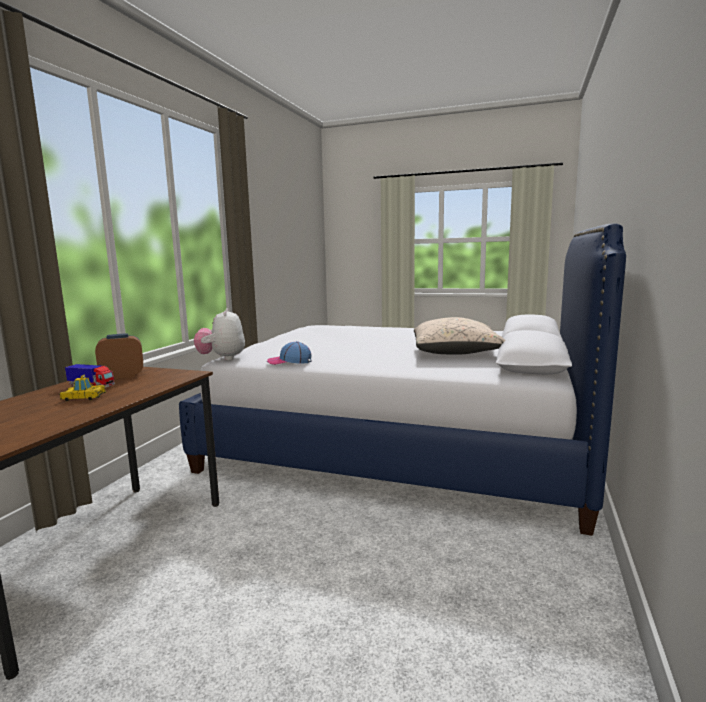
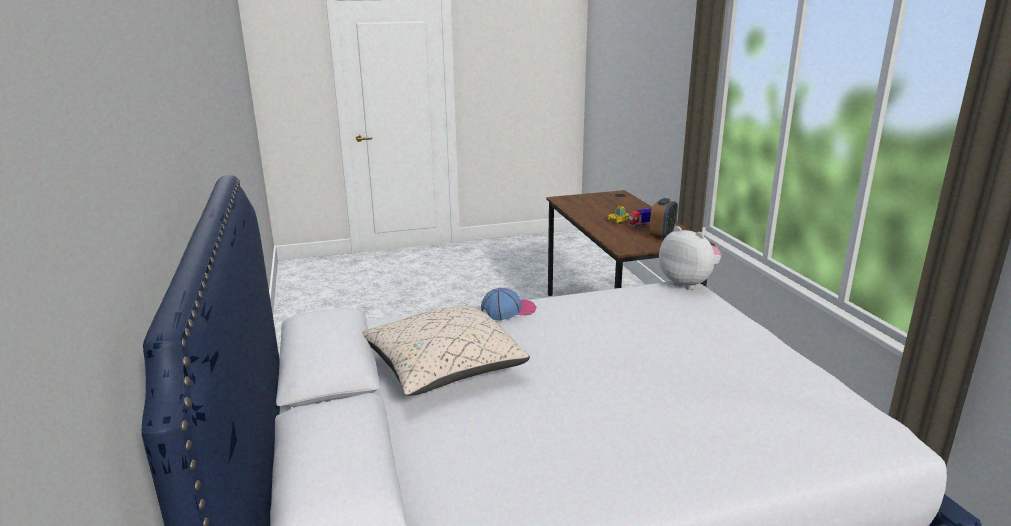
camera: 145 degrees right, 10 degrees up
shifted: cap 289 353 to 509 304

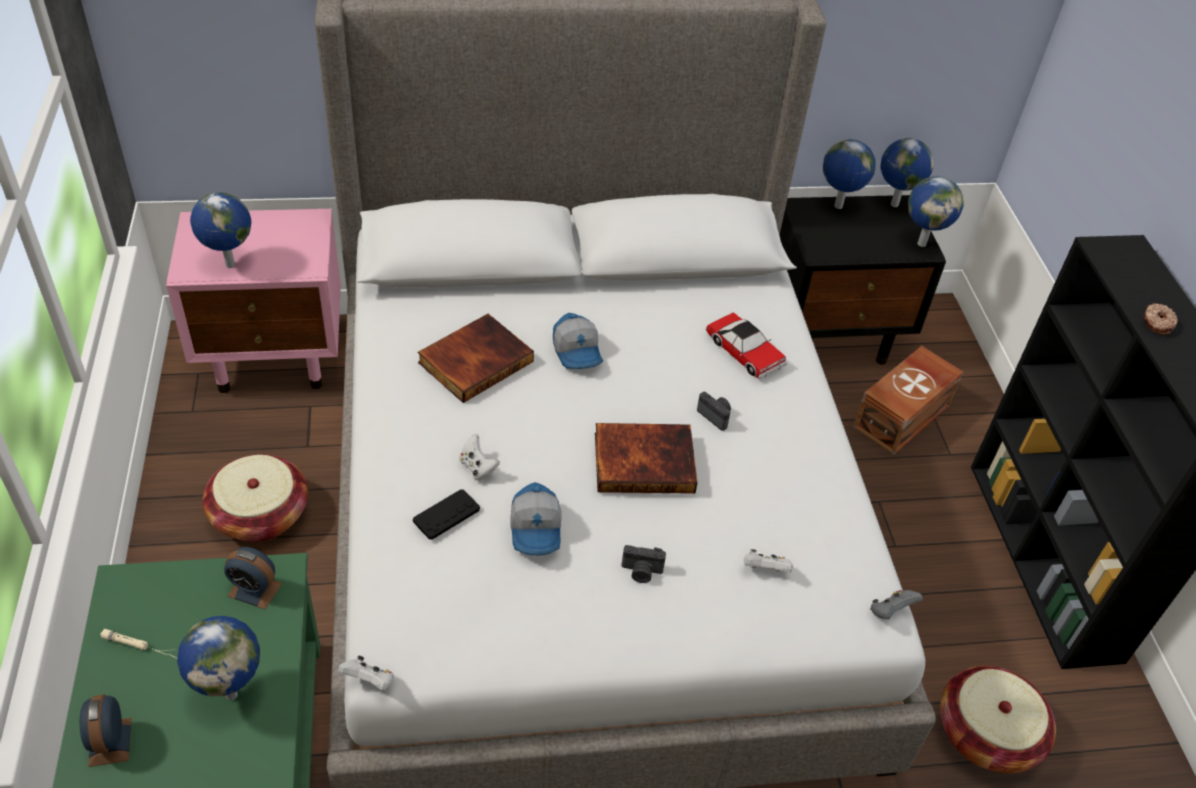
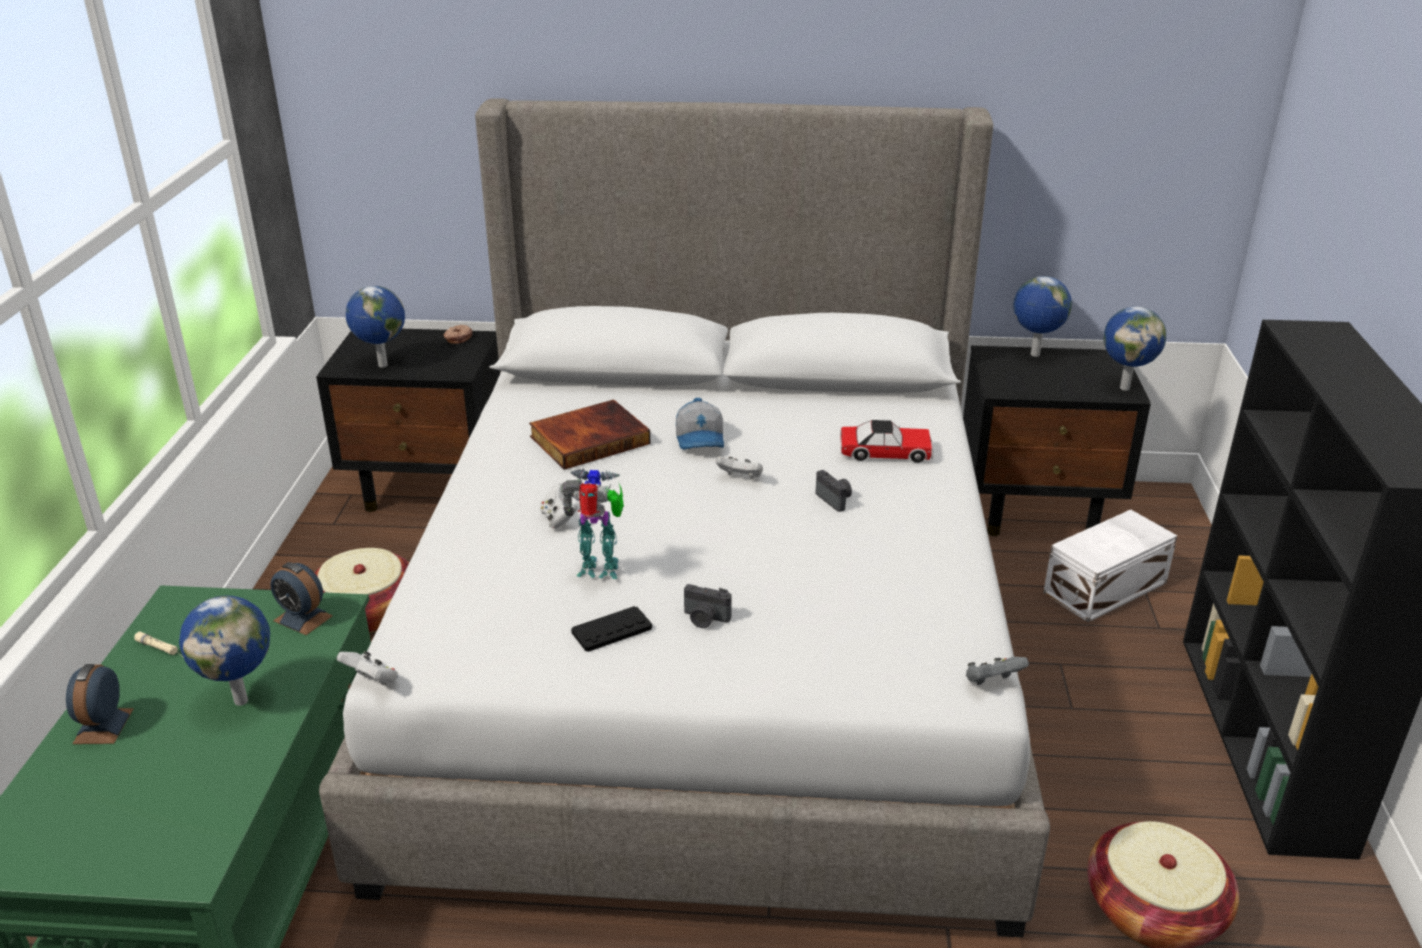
camera: 15 degrees right, 15 degrees down
gone: globe 907 172; book 646 458
shifted: donut 1160 319 to 458 334; black game controller 446 514 to 611 629; white game controller 768 560 to 739 467
swapped: cap 536 518 to toy robot 592 523
repainted: pink nightstand 253 301 to black nightstand 408 420; brown storage box 908 400 to white storage box 1110 566
rotated: toy car 746 346 = 887 441 60 degrees counterclockwise

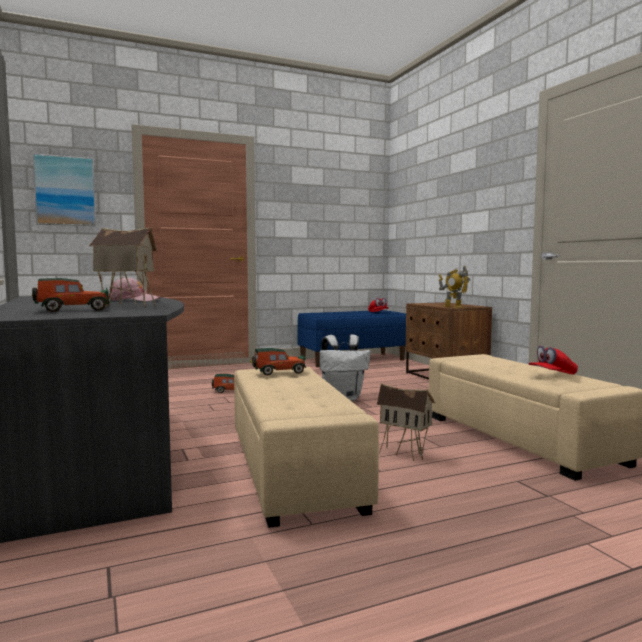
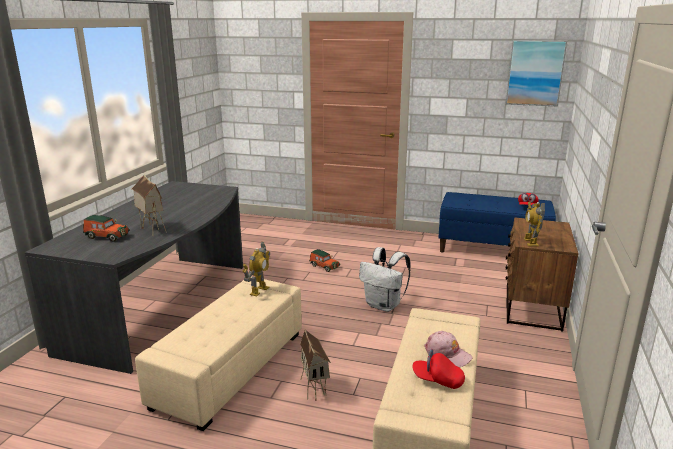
camera: 40 degrees right, 15 degrees up
shifted: picture 64 189 to 536 73; pink cap 134 289 to 448 349
swapped: toy car 278 361 to toy robot 256 269

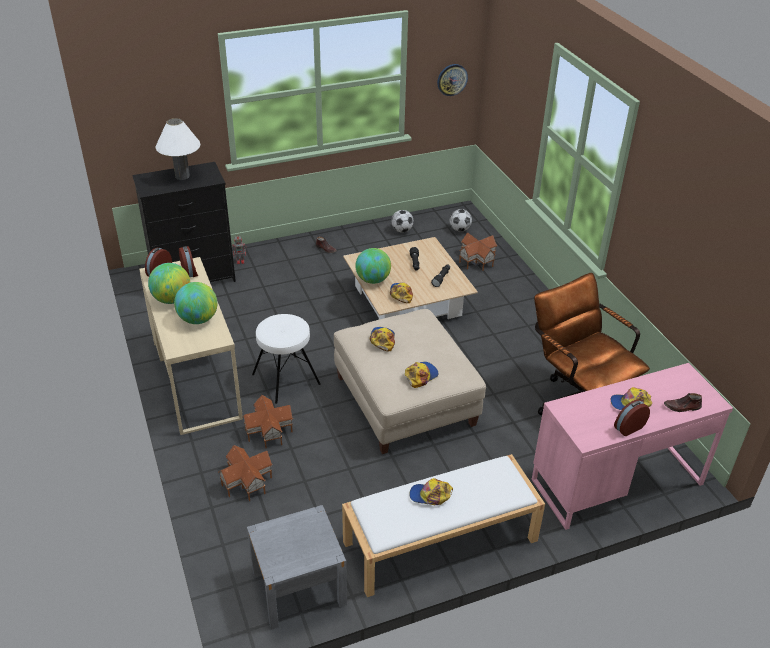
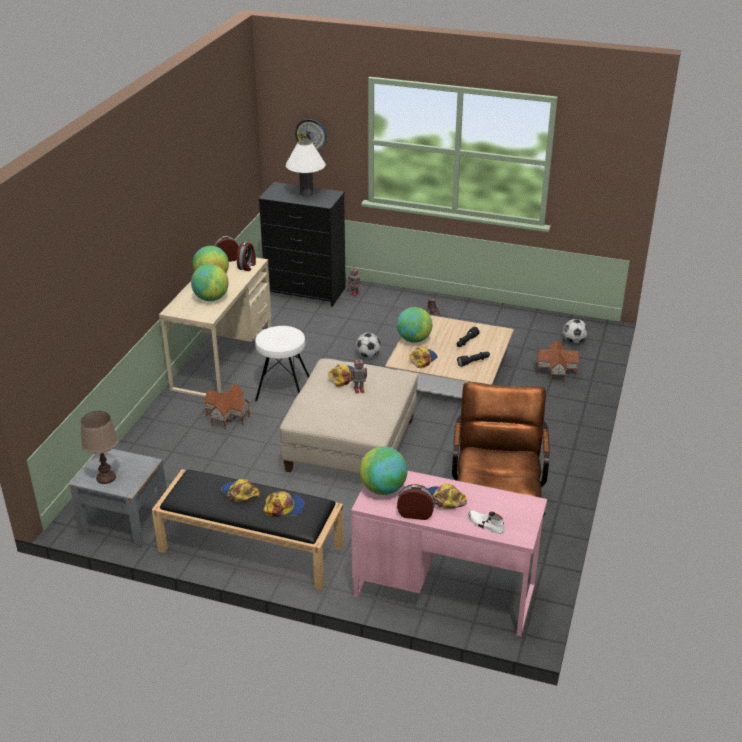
camera: 40 degrees right, 5 degrees down
gone: toy house 245 473
new: toy robot 358 375; brown table lamp 99 447; globe 383 471
shifted: wall clock 452 80 to 310 134; football 402 221 to 368 345; cap 422 375 to 283 504
repainted: brown shoe 683 402 to white shoe 486 522; white bench 443 525 to black bench 248 529

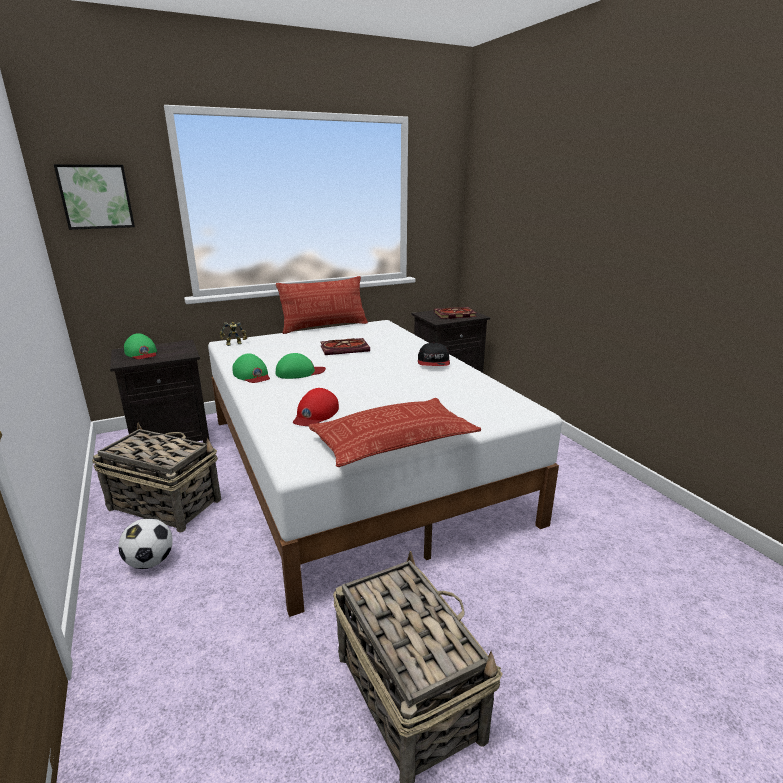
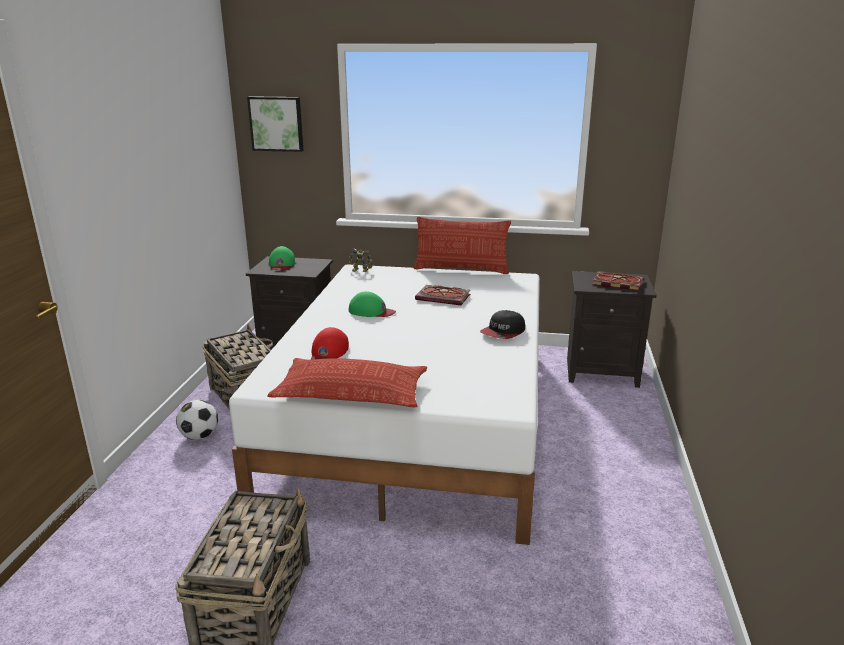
camera: 35 degrees right, 0 degrees up
gone: green cap 251 368
rotated: red cap 316 407 = 330 343 45 degrees counterclockwise

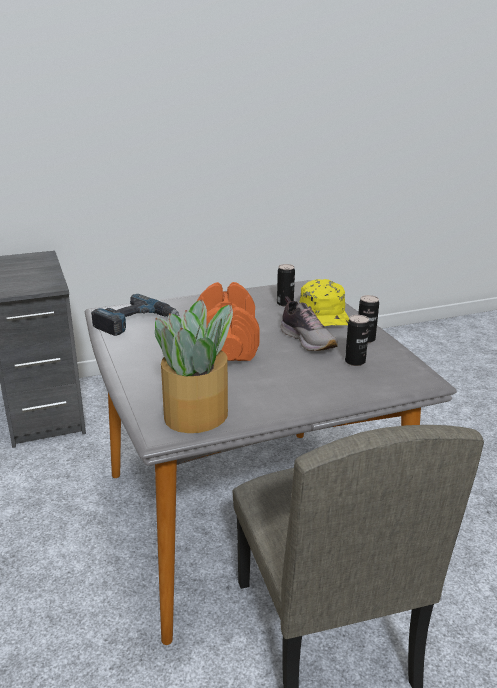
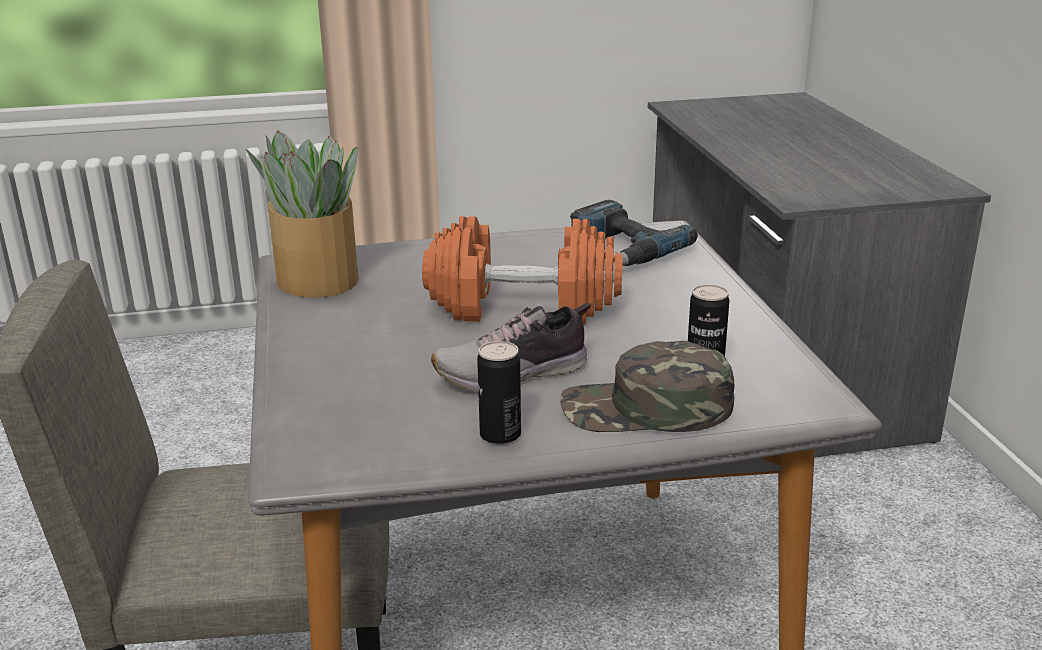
camera: 100 degrees right, 0 degrees up
gone: can 357 340
repainted: yellow cap 324 302 to green cap 647 386

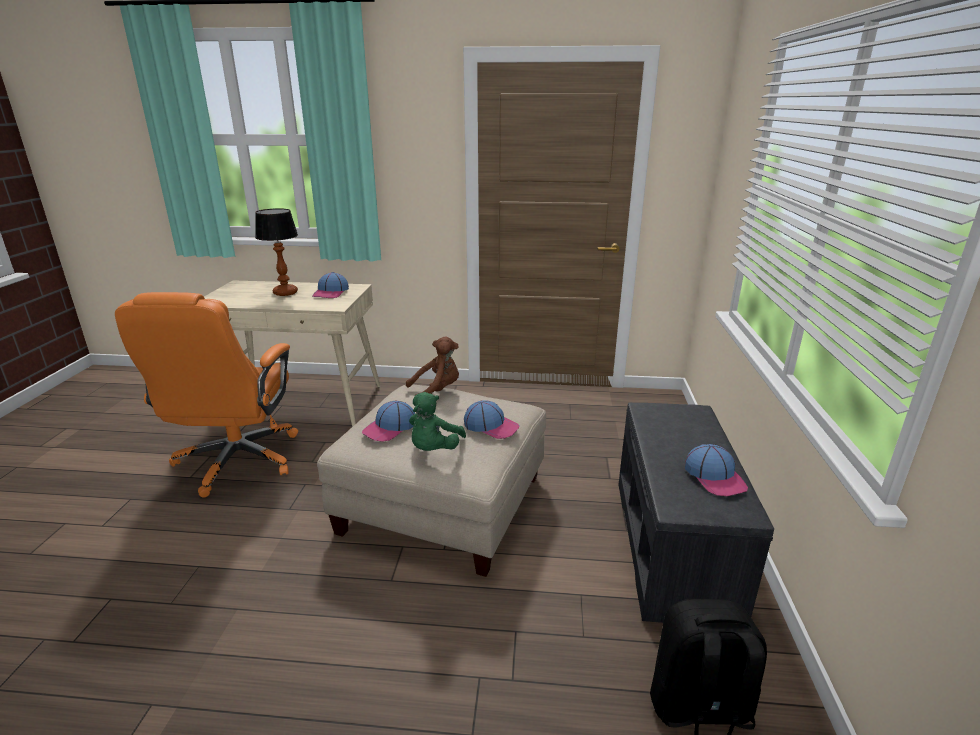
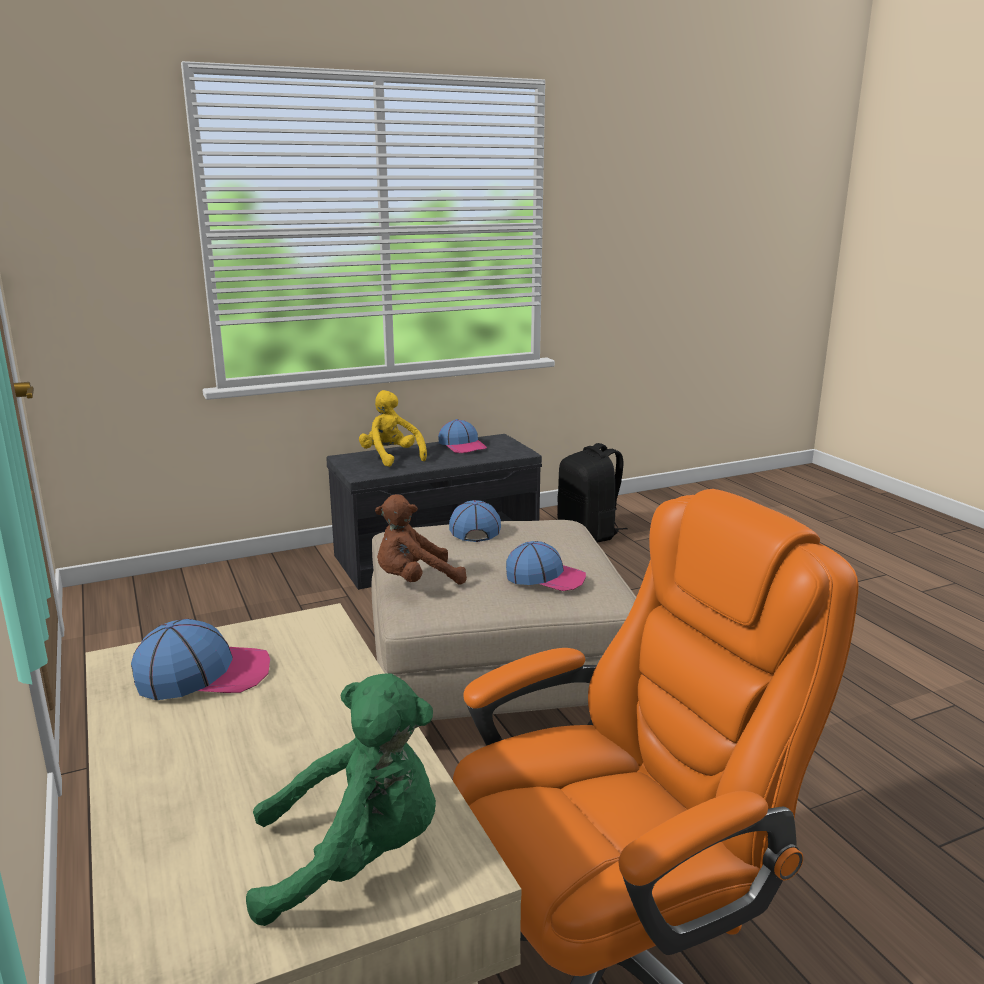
camera: 120 degrees left, 5 degrees down
gone: table lamp 276 252
new: yellow plush toy 393 428
shifted: green plush toy 437 421 to 341 800
rotated: brown plush toy 432 365 = 421 539 60 degrees counterclockwise; cap 716 470 = 462 436 105 degrees clockwise

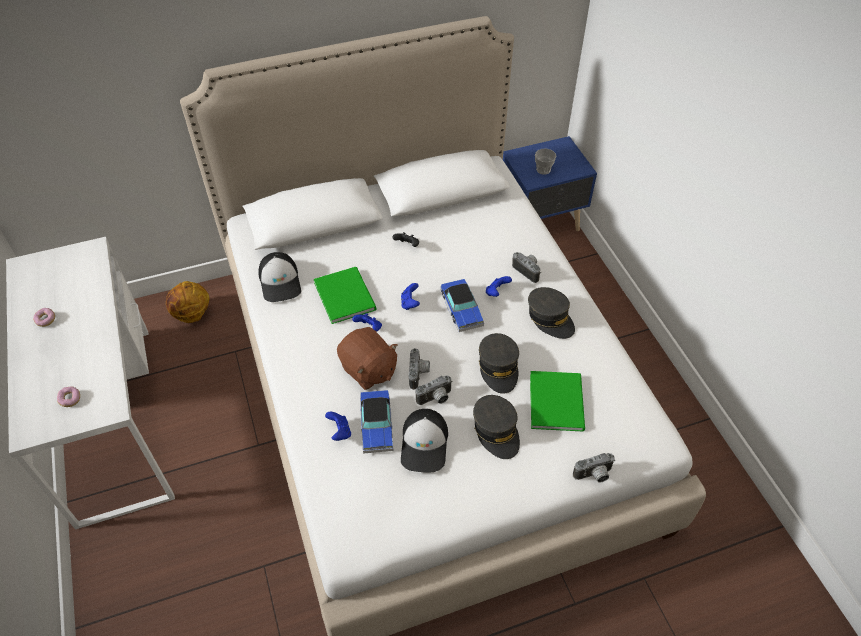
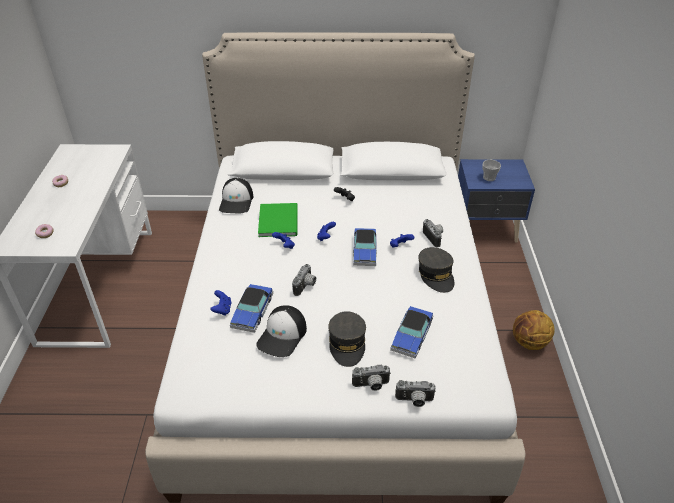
camera: 20 degrees right, 10 degrees down
gone: brown plush toy 367 358; grey cap 499 363
shifted: basketball 187 302 to 534 330; photo camera 434 390 to 371 378
swapped: green book 557 401 to toy car 411 332

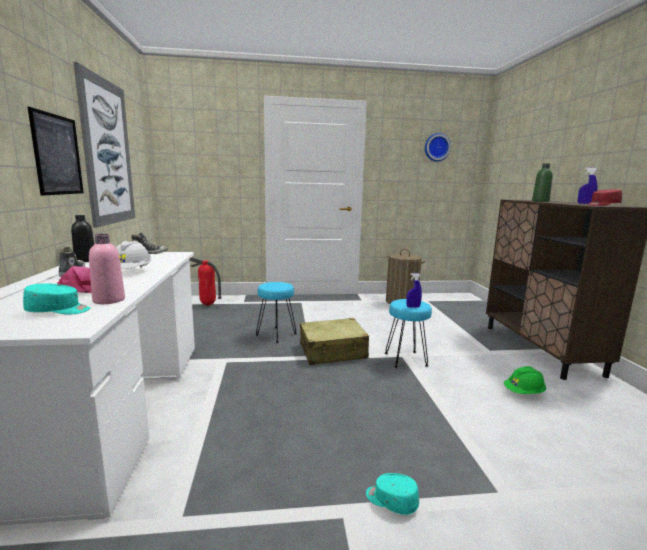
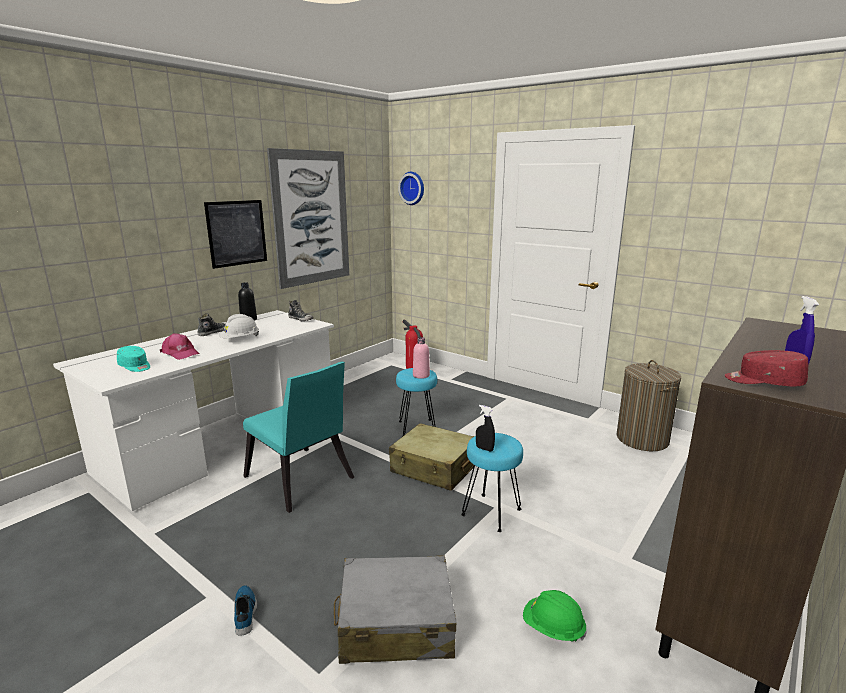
camera: 45 degrees right, 5 degrees up
gone: green bottle 542 182
new: turquoise chair 298 437; grey suitcase 395 610
shifted: wall clock 438 147 to 411 188; pink bottle 107 269 to 421 358
swapped: turquoise cap 392 494 to shoe 245 610
repainted: blue spray bottle 414 290 to black spray bottle 485 428

